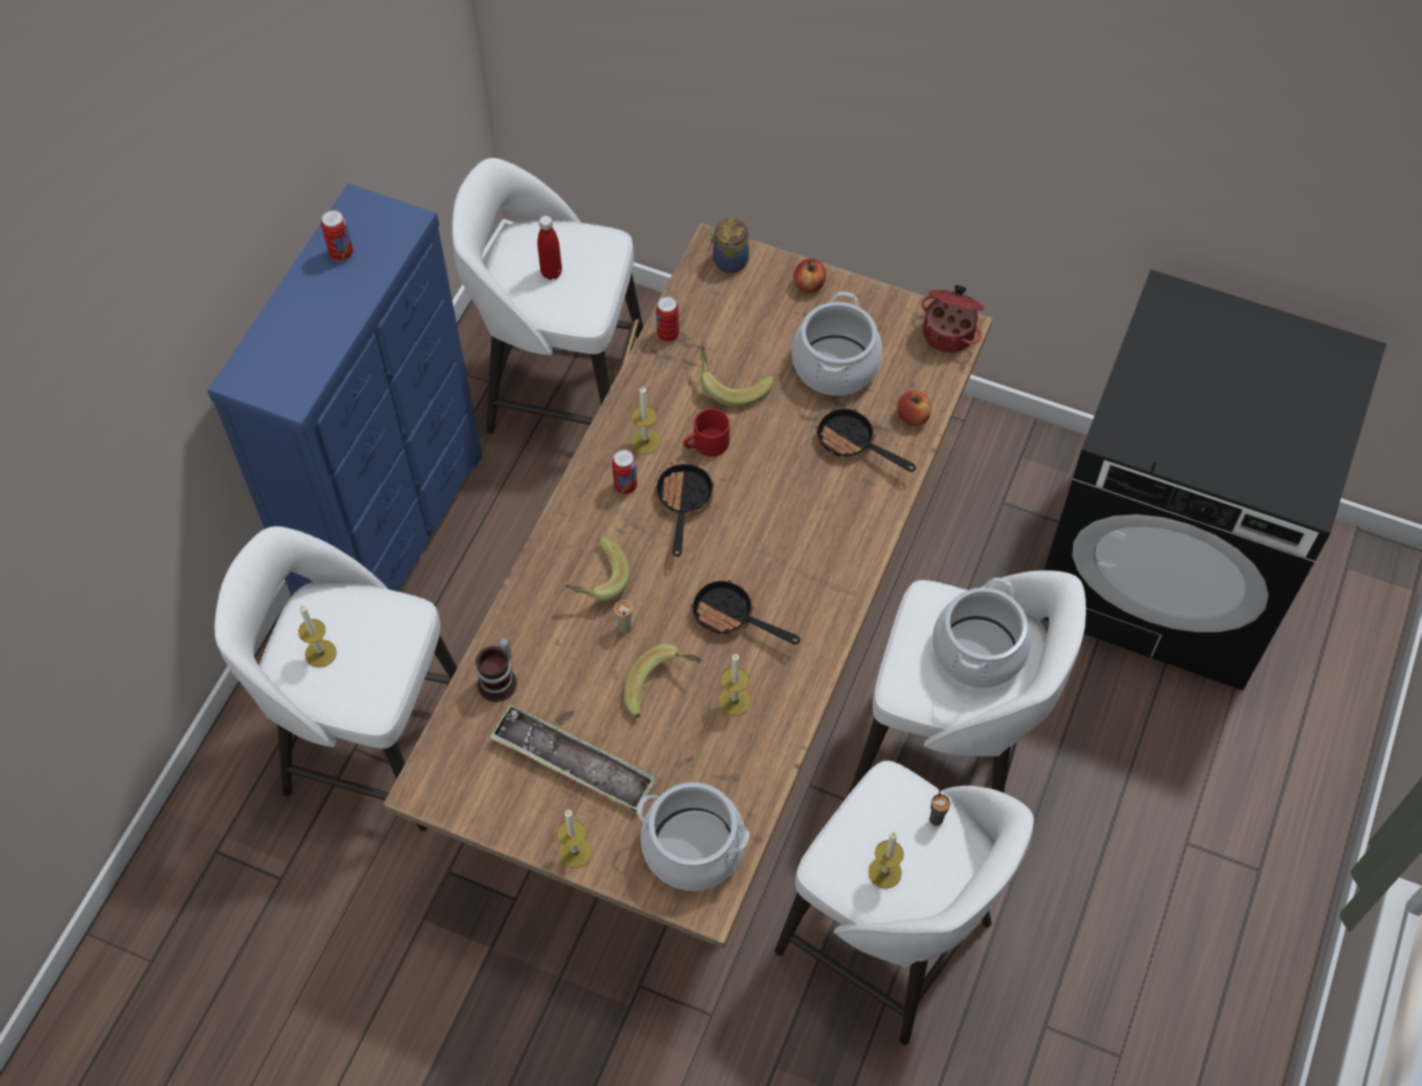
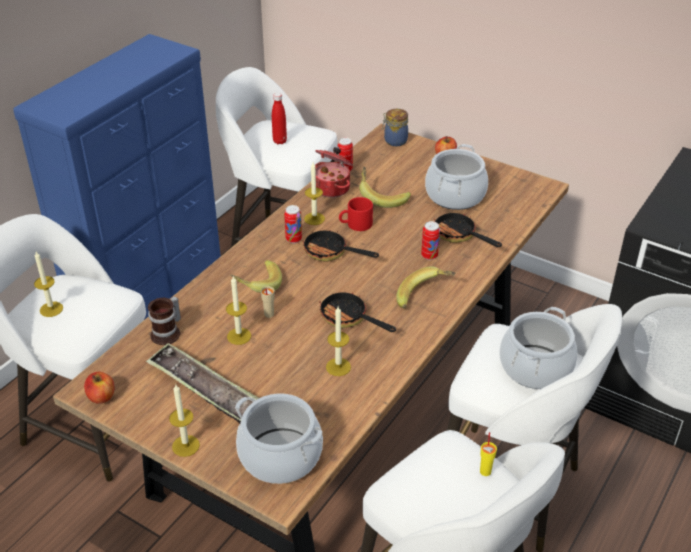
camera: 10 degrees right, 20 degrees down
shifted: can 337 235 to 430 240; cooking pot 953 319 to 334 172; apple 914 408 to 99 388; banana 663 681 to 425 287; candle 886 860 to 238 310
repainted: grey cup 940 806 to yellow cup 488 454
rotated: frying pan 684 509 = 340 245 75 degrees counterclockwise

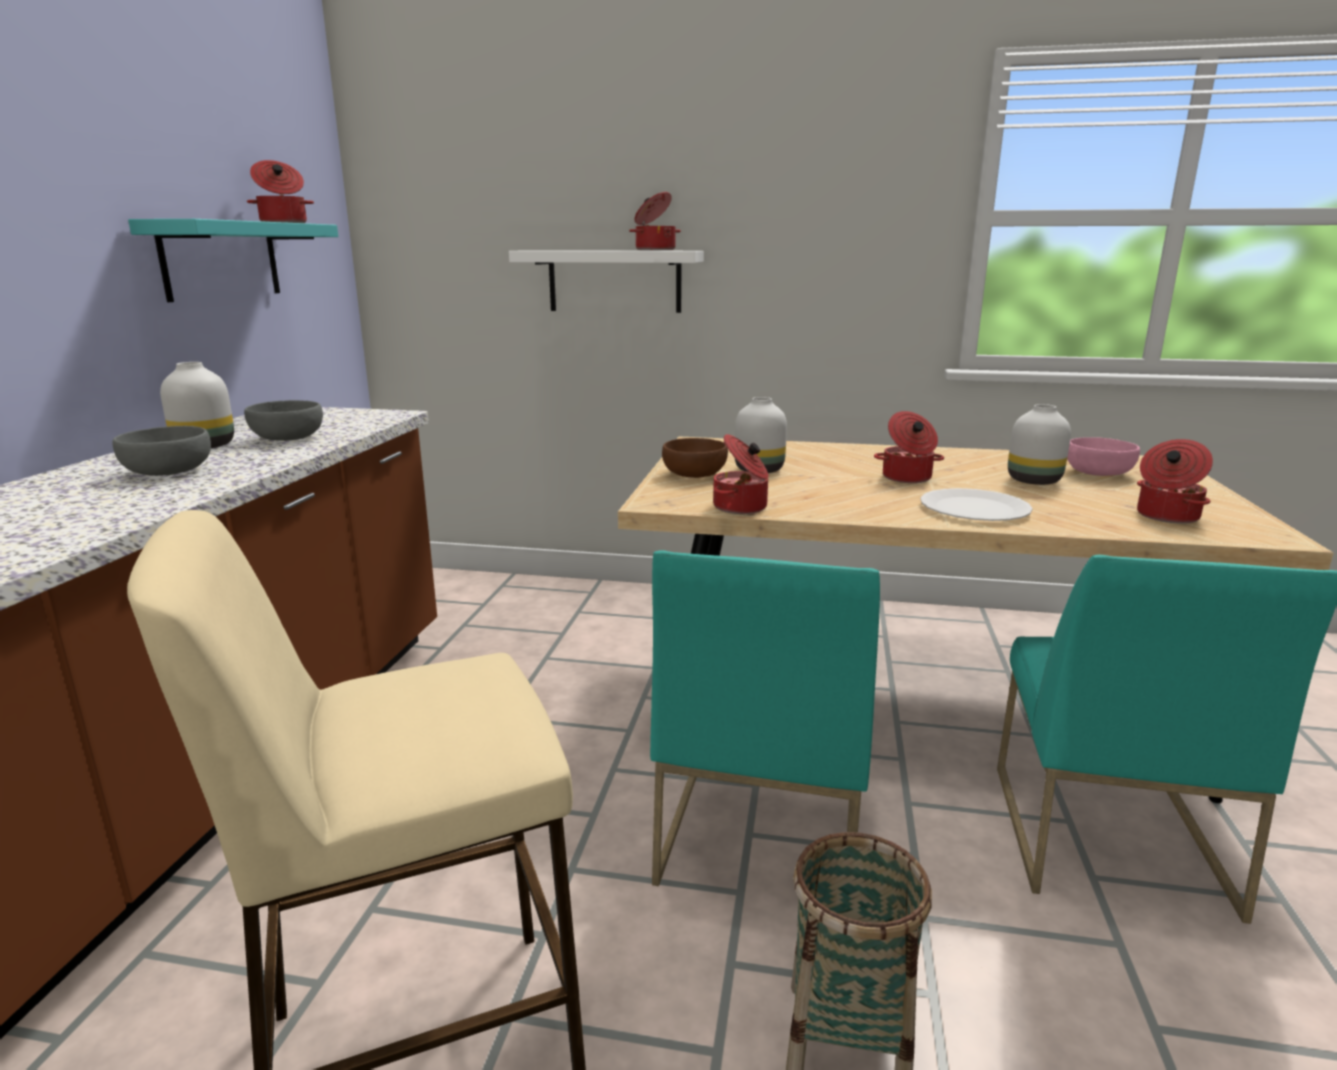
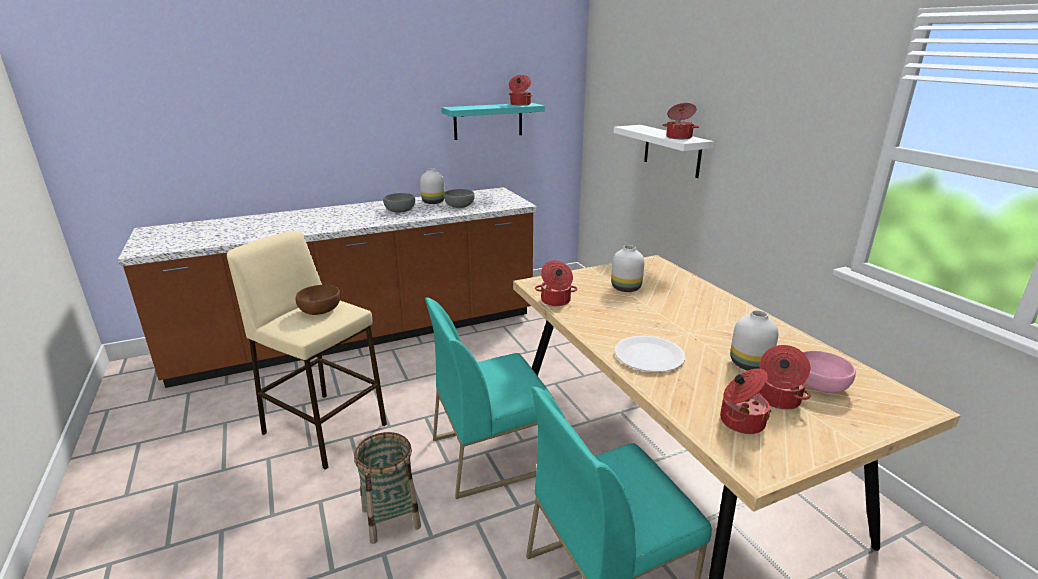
camera: 55 degrees right, 5 degrees up
shifted: cooking pot 909 447 to 784 377; brown bowl 695 458 to 318 300

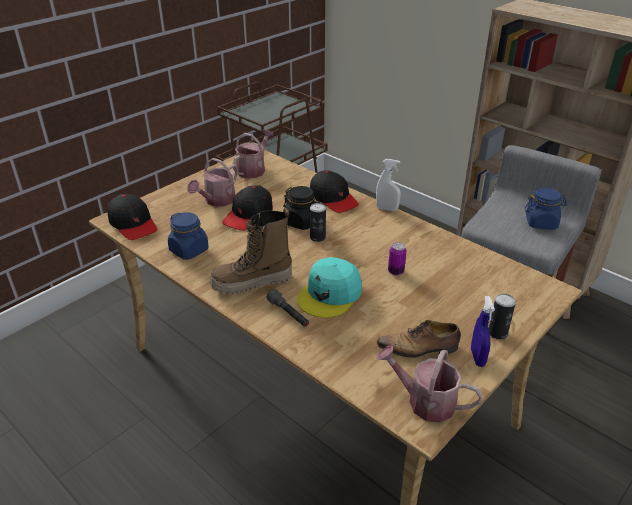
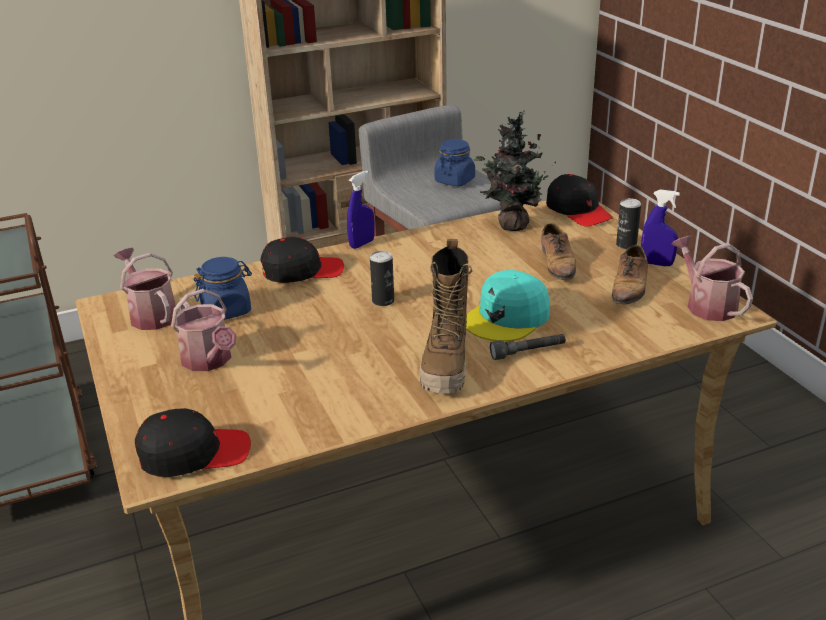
camera: 65 degrees left, 5 degrees down
gone: black jar 301 208; can 397 258
new: potted plant 514 170; shoe 558 251
shifted: black cap 247 208 to 579 200; blue jar 188 236 to 223 288
repainted: white spray bottle 388 185 to blue spray bottle 361 210
rotated: turquoise cap 329 287 = 508 306 75 degrees clockwise; watering can 429 384 = 712 278 105 degrees clockwise

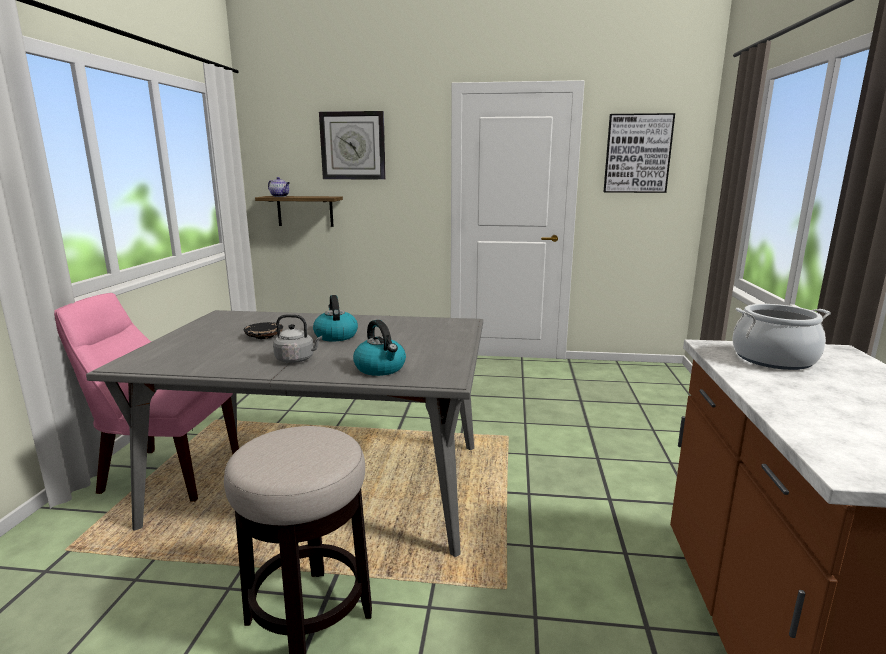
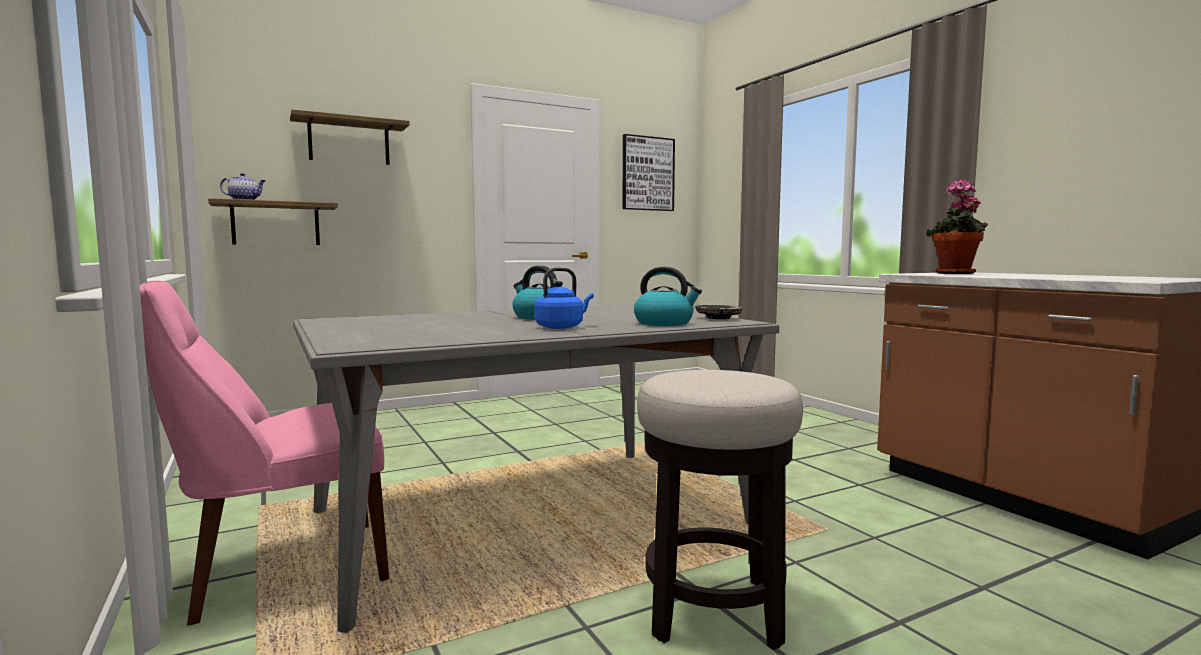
camera: 35 degrees left, 10 degrees down
shifted: black plate 263 330 to 719 312
swapped: wall clock 352 145 to shelf 350 137; cooking pot 781 337 to potted plant 957 226
repainted: grey kettle 297 338 to blue kettle 564 298

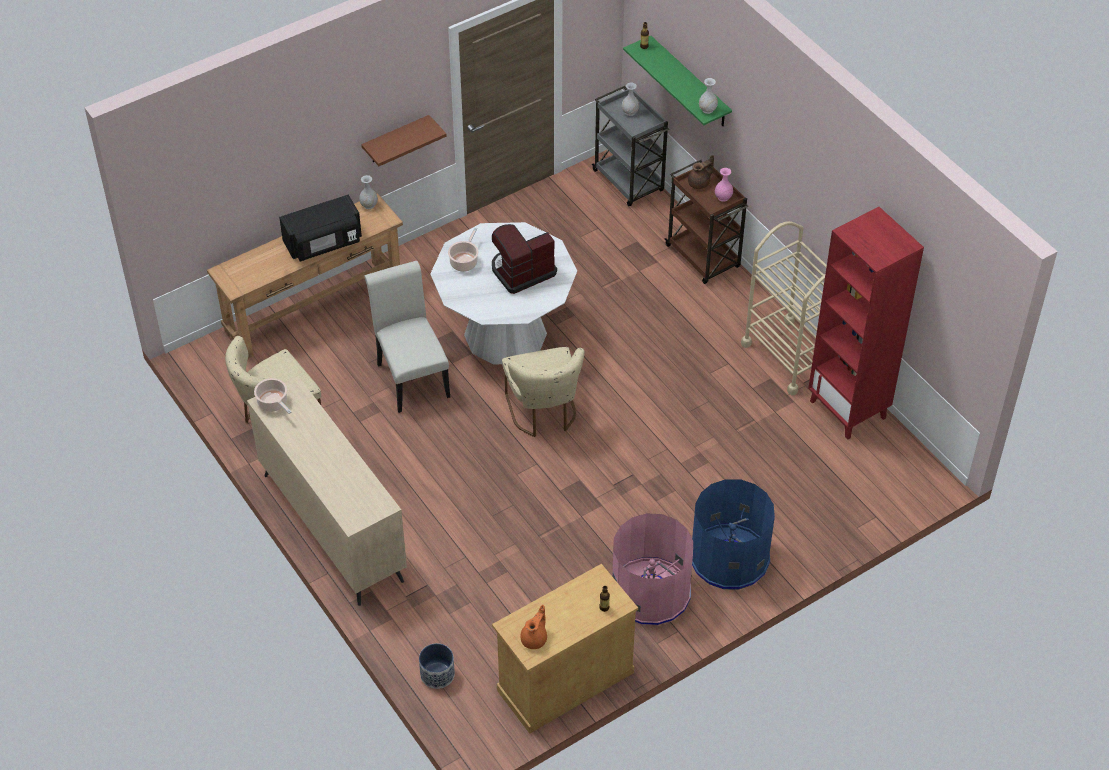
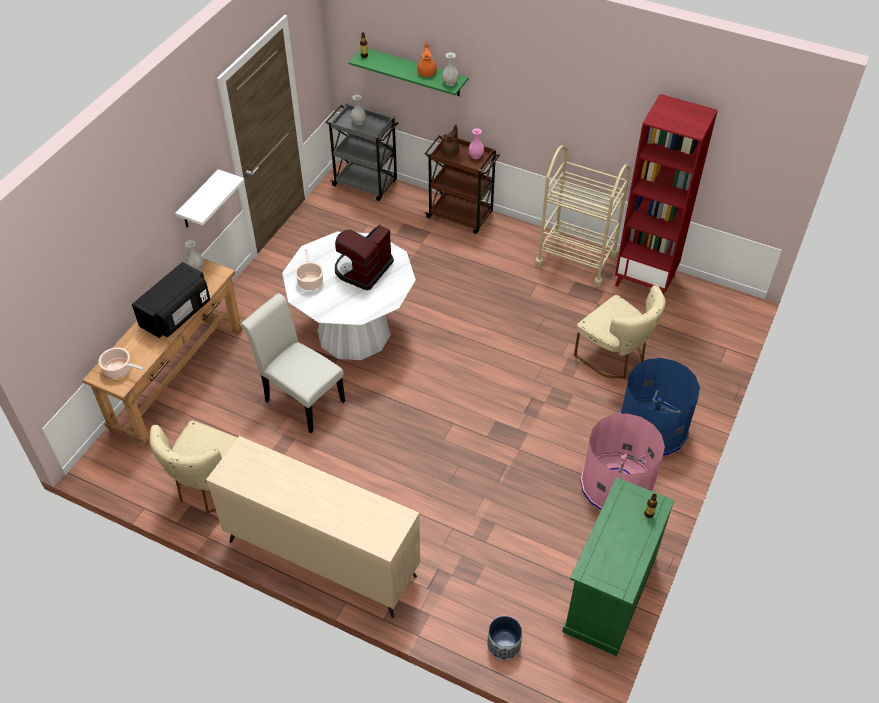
camera: 30 degrees left, 0 degrees up
shifted: beige chair 543 392 to 620 332; cooking pot 273 396 to 121 362; orange teapot 533 627 to 427 59
repainted: brown shelf 404 140 to white shelf 210 198; beige cabinet 565 649 to green cabinet 618 566

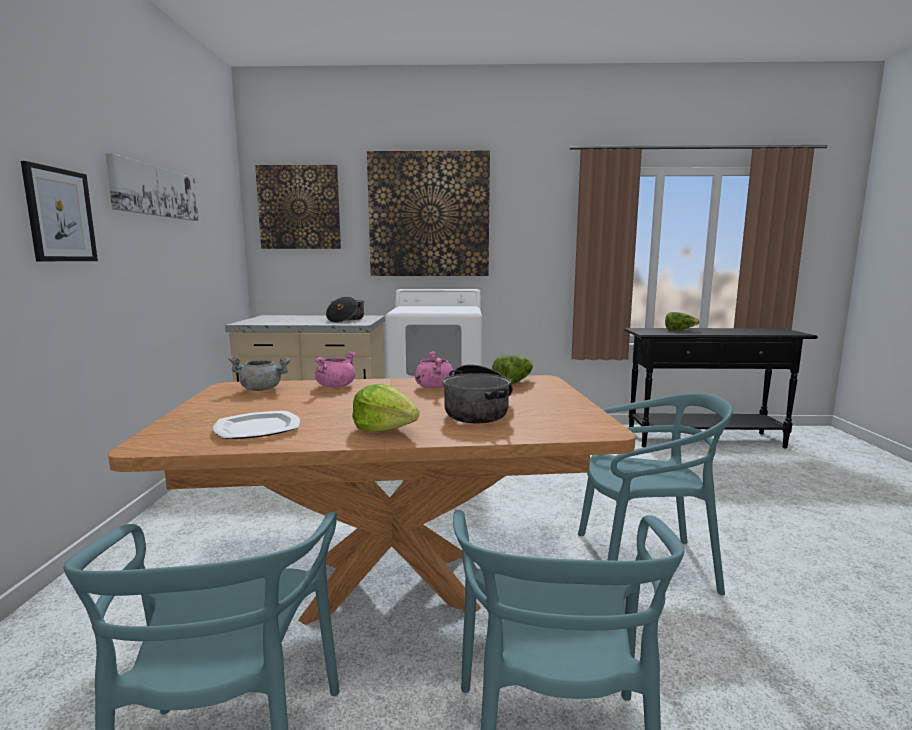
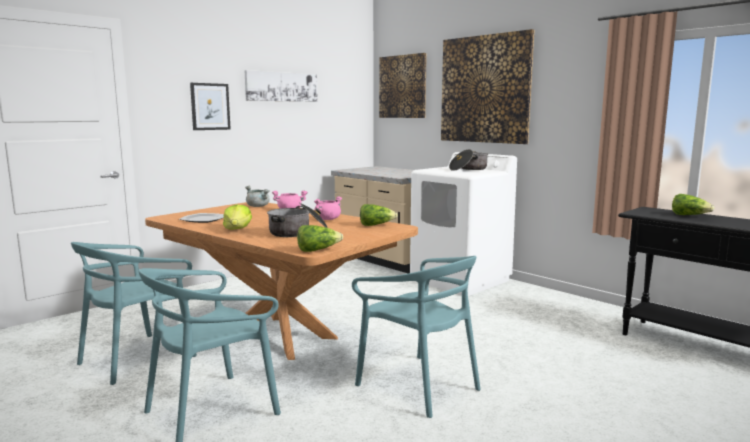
camera: 45 degrees right, 0 degrees up
new: lettuce 320 238
shifted: cooking pot 345 310 to 468 160

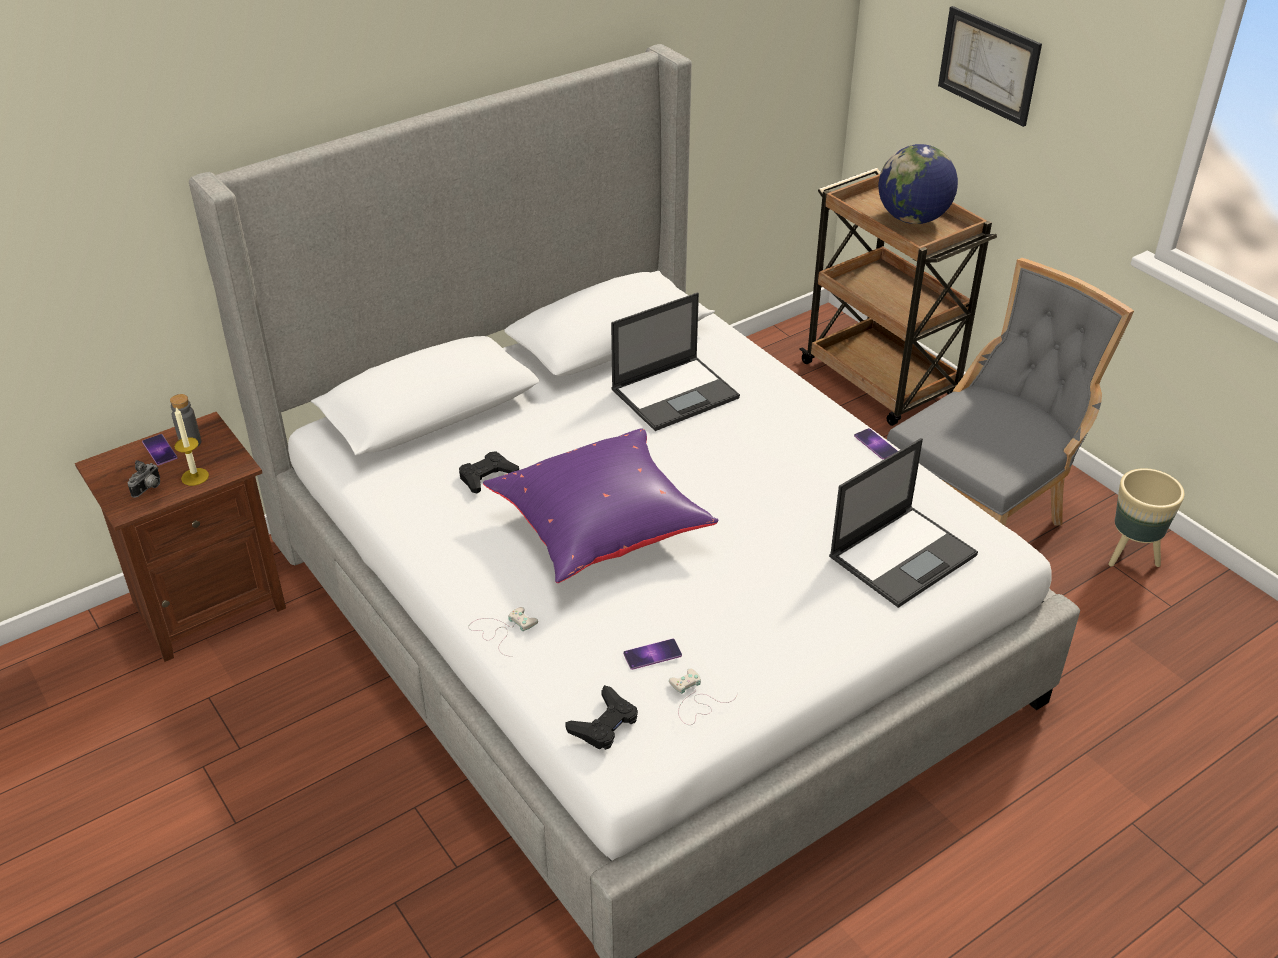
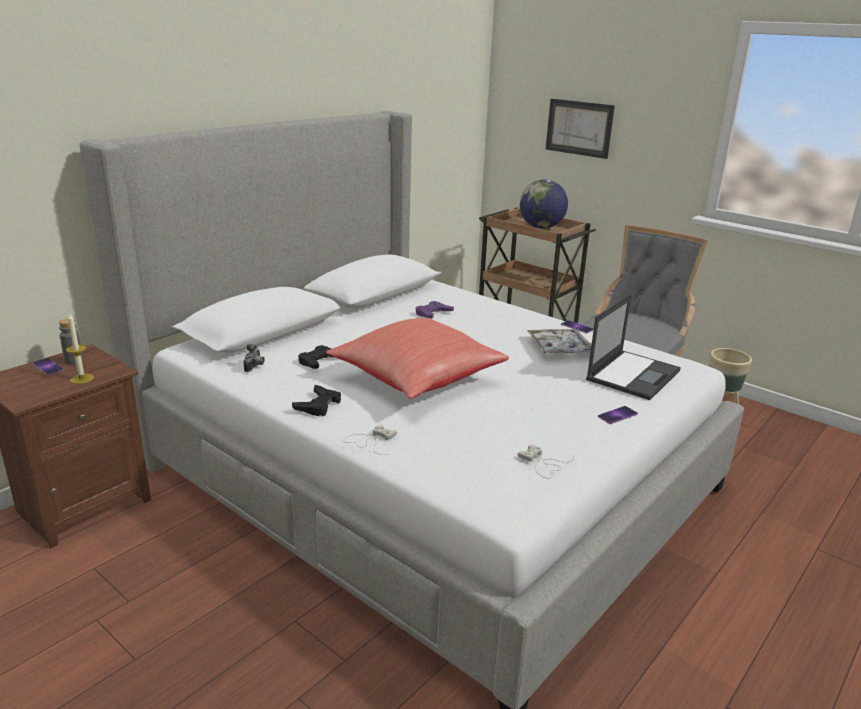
camera: 15 degrees left, 15 degrees down
new: tray 559 341
shifted: photo camera 144 479 to 254 358; phone 652 654 to 618 415; black game controller 601 717 to 316 400
swapped: laptop 675 362 to purple game controller 435 310
repainted: purple pillow 600 505 to red pillow 417 358

